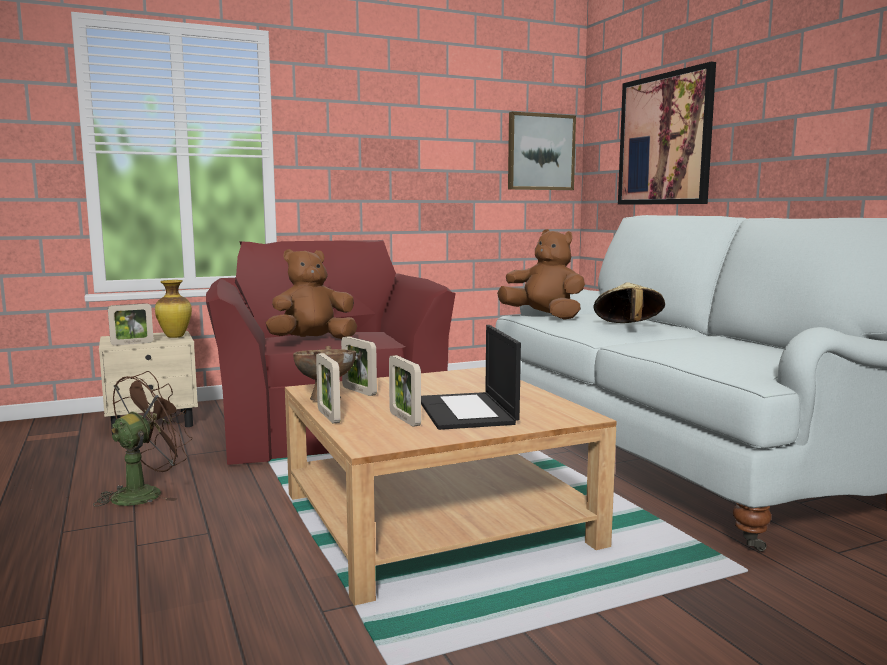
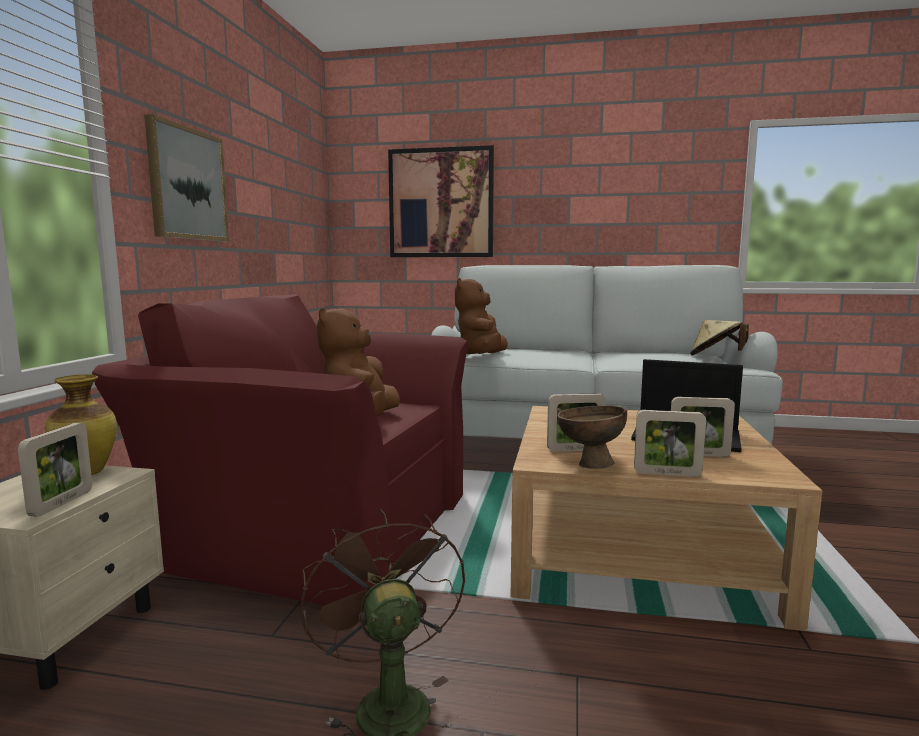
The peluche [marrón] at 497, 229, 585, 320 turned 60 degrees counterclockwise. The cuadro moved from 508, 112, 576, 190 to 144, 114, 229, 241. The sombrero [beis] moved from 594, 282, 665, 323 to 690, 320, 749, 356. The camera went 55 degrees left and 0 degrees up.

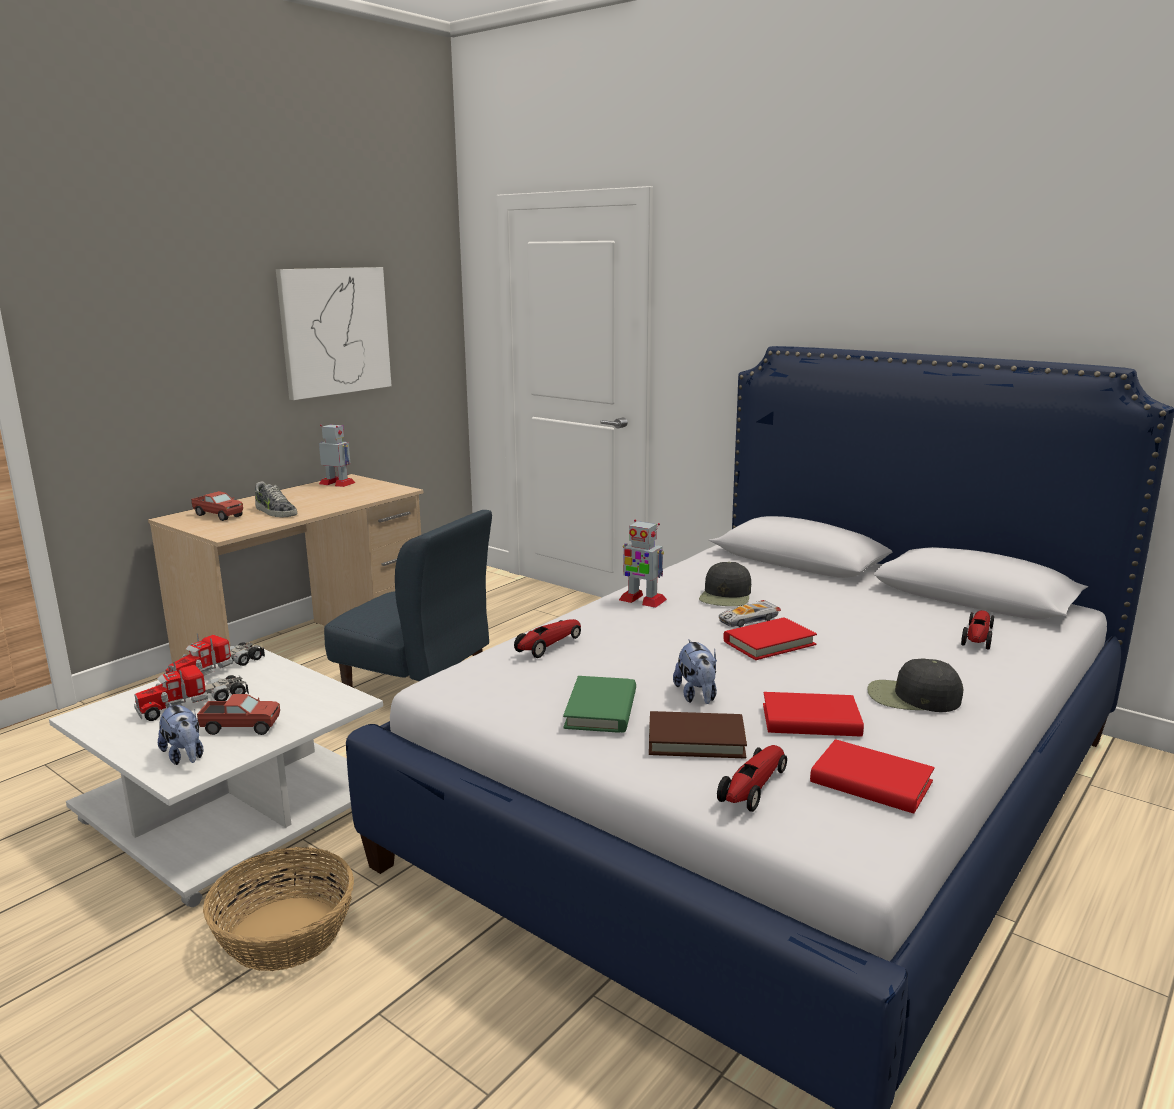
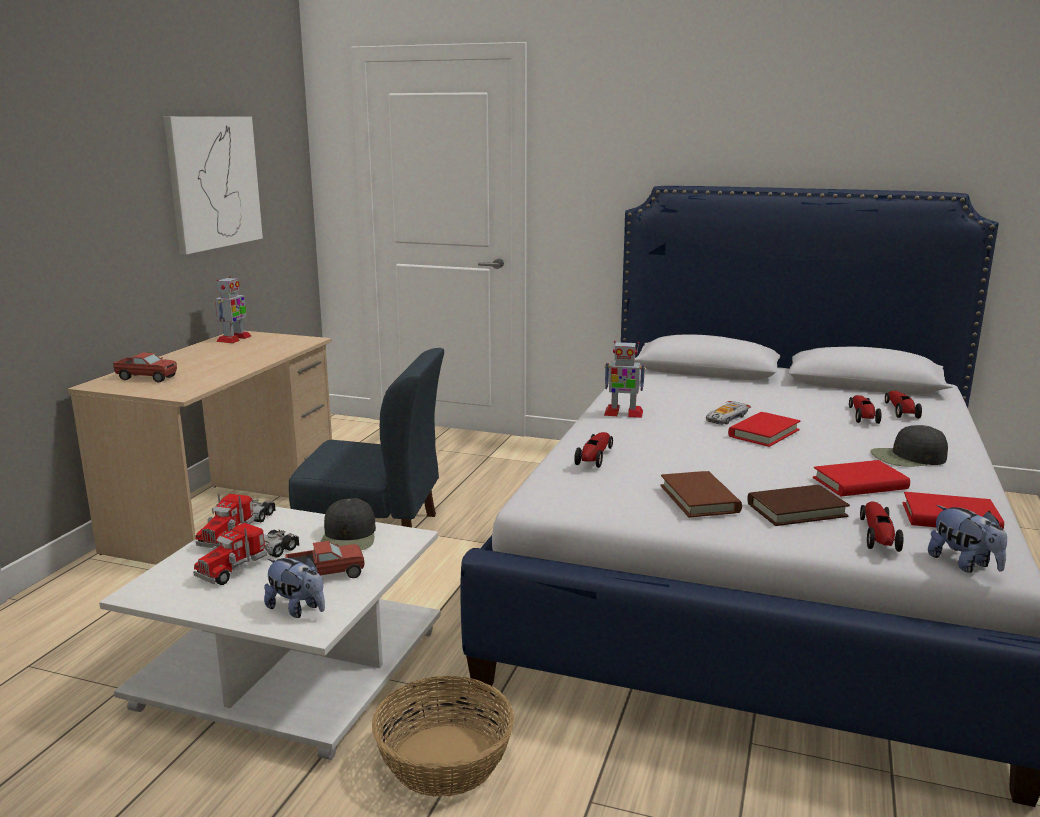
The zapato at 255, 482, 297, 517 disappeared. The robot de juguete at 319, 424, 355, 487 turned 105 degrees clockwise. The libro [verde] at 563, 676, 636, 733 became the libro [marrón] at 660, 471, 742, 517. The peluche moved from 673, 640, 717, 704 to 928, 505, 1007, 573. The gorra [negro] moved from 699, 562, 751, 606 to 320, 498, 376, 550. The coche de juguete at 849, 395, 882, 424 appeared. The camera went 20 degrees left and 0 degrees up.

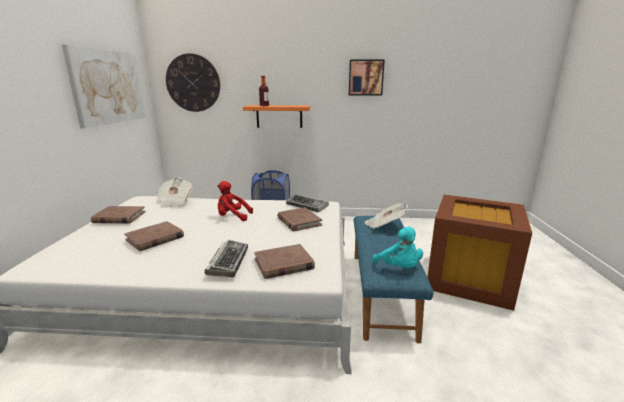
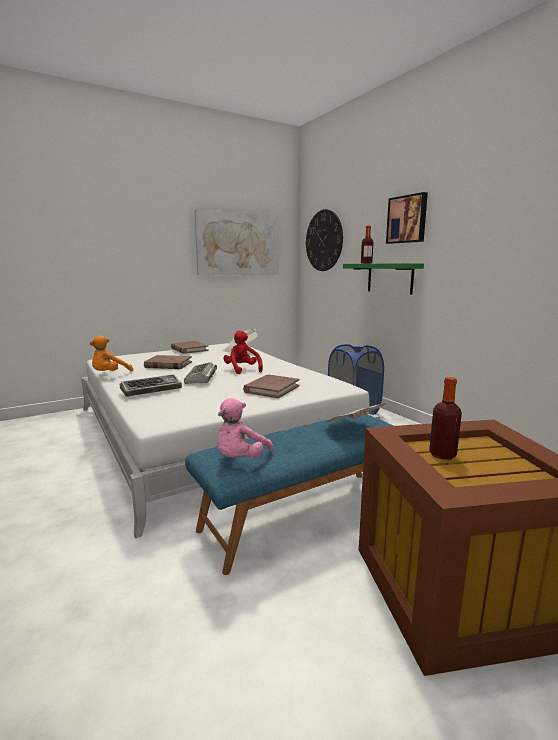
The estante [naranja] at 243, 105, 310, 128 became the estante [verde] at 343, 263, 424, 294. The libro [marrón] at 254, 244, 315, 279 disappeared. The teclado moved from 286, 194, 329, 212 to 184, 362, 217, 384. The cuadro moved from 349, 59, 385, 95 to 386, 192, 428, 244. The peluche [turquesa] at 373, 227, 423, 268 became the peluche [rosa] at 217, 398, 274, 458. The peluche [naranja] at 90, 335, 133, 372 appeared. The botella at 429, 377, 462, 459 appeared. The camera went 55 degrees right and 5 degrees down.

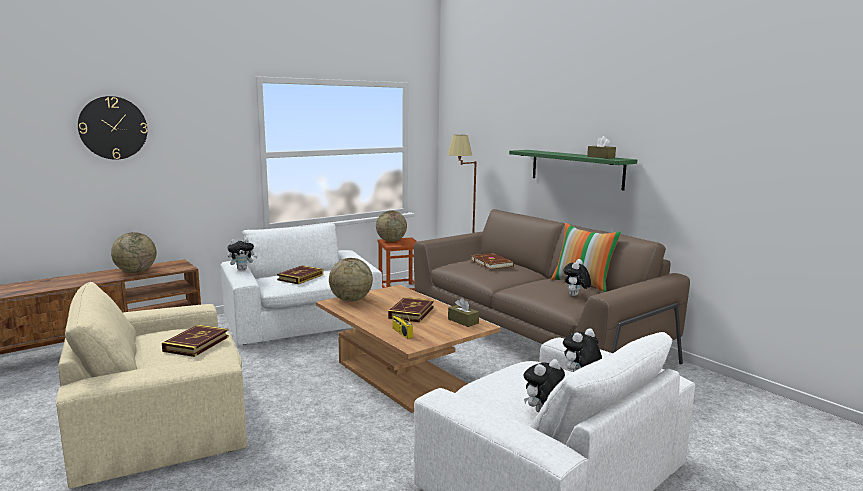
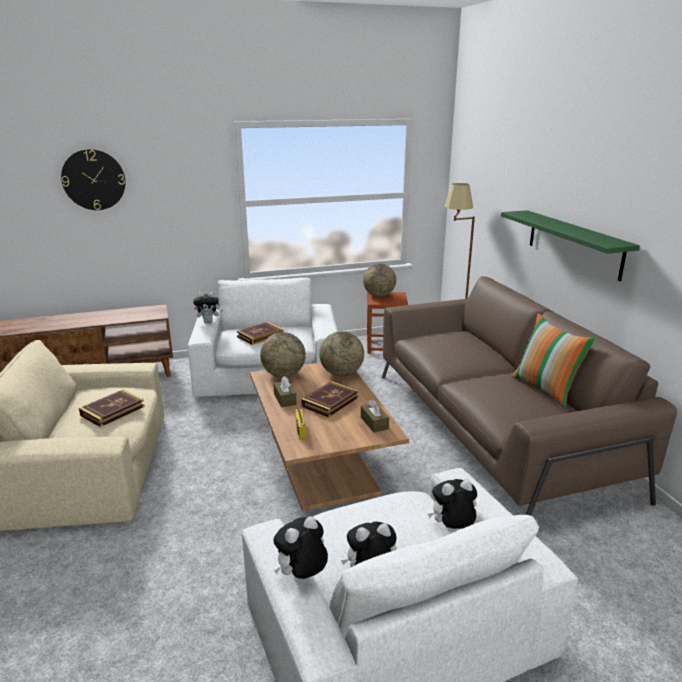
The globo terráqueo moved from 111, 232, 156, 273 to 319, 331, 364, 376. The libro [marrón] at 471, 253, 514, 269 disappeared. The peluche moved from 564, 259, 591, 296 to 273, 516, 328, 579. The caja de pañuelos [marrón] moved from 587, 136, 616, 159 to 273, 376, 296, 407. The camera went 20 degrees right and 10 degrees up.

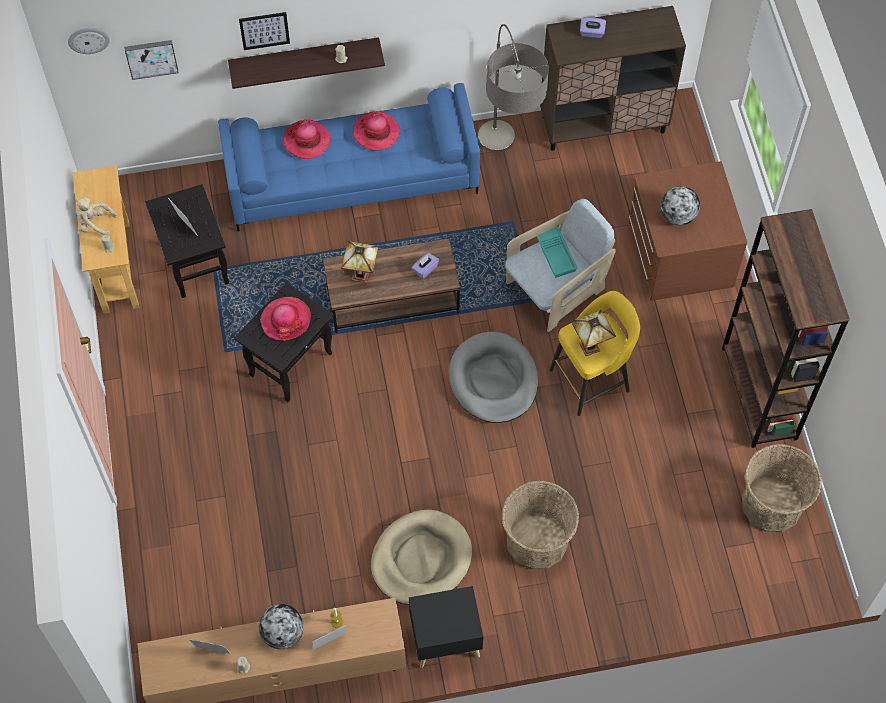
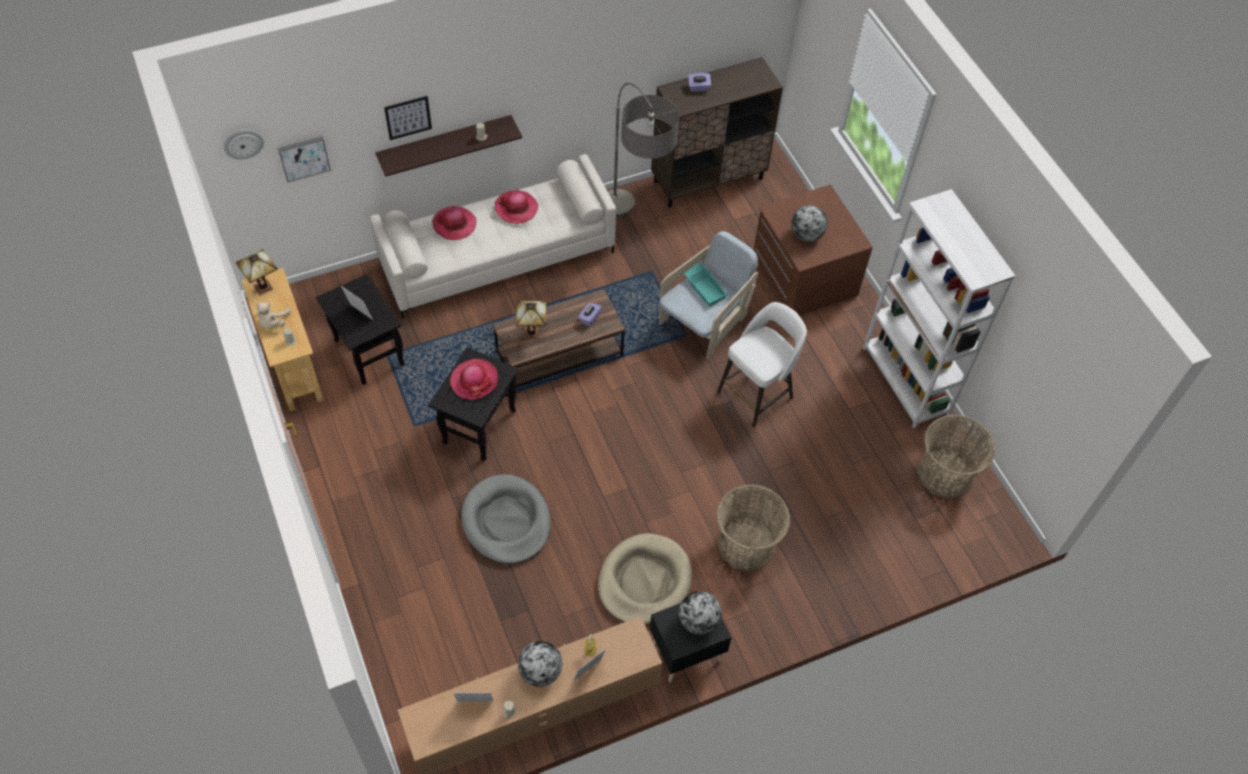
The peluche [beis] at 76, 197, 117, 236 turned 75 degrees counterclockwise. The sofá [azul] at 218, 83, 480, 231 became the sofá [blanco] at 370, 154, 616, 318. The cama para perro [gris] moved from 449, 332, 538, 423 to 461, 474, 551, 564. The taburete [amarillo] at 550, 291, 640, 416 became the taburete [blanco] at 717, 302, 807, 427. The lámpara de mesa moved from 571, 310, 616, 356 to 236, 249, 278, 295. The estantería [marrón] at 722, 209, 850, 448 became the estantería [blanco] at 863, 189, 1015, 428. The globo terráqueo at 679, 591, 722, 635 appeared. The camera went 15 degrees left and 5 degrees down.

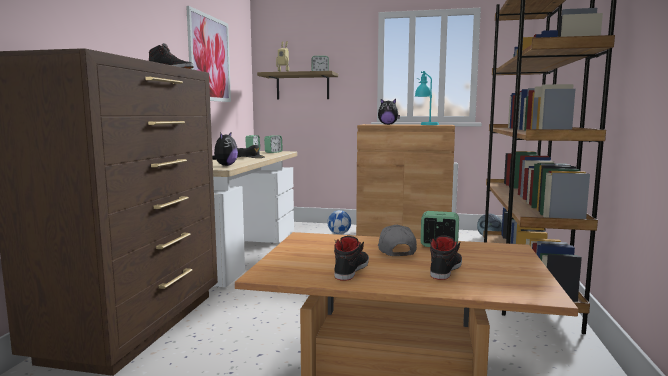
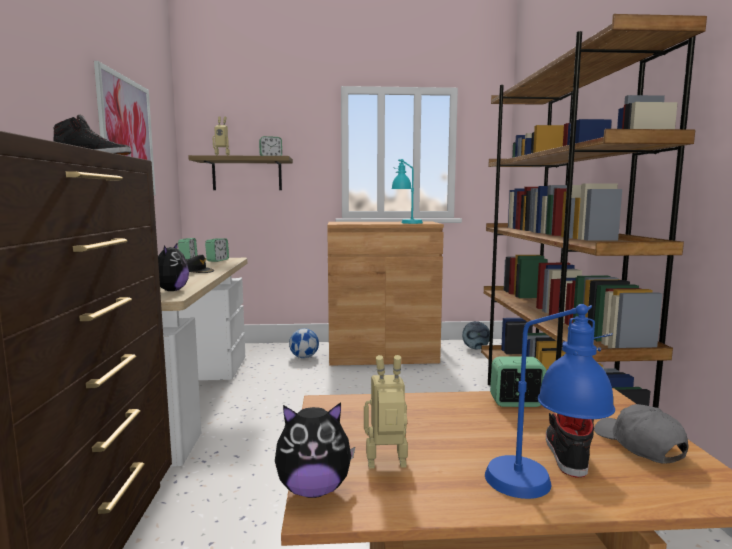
The zapato [negro] at 334, 236, 369, 281 disappeared. The peluche moved from 378, 99, 400, 125 to 275, 403, 355, 498. The gorra [gris] moved from 378, 225, 417, 256 to 594, 404, 689, 464. The robot de juguete at 364, 355, 408, 469 appeared. The lámpara de mesa [azul] at 485, 304, 615, 499 appeared. The camera went 15 degrees left and 0 degrees up.

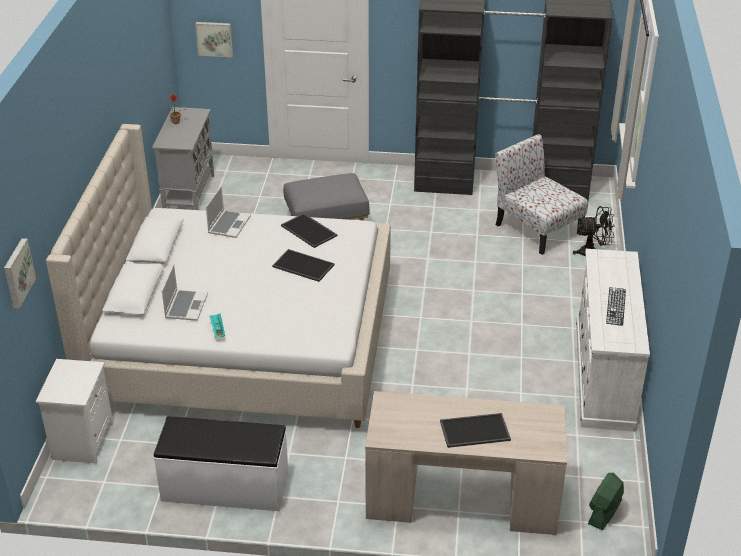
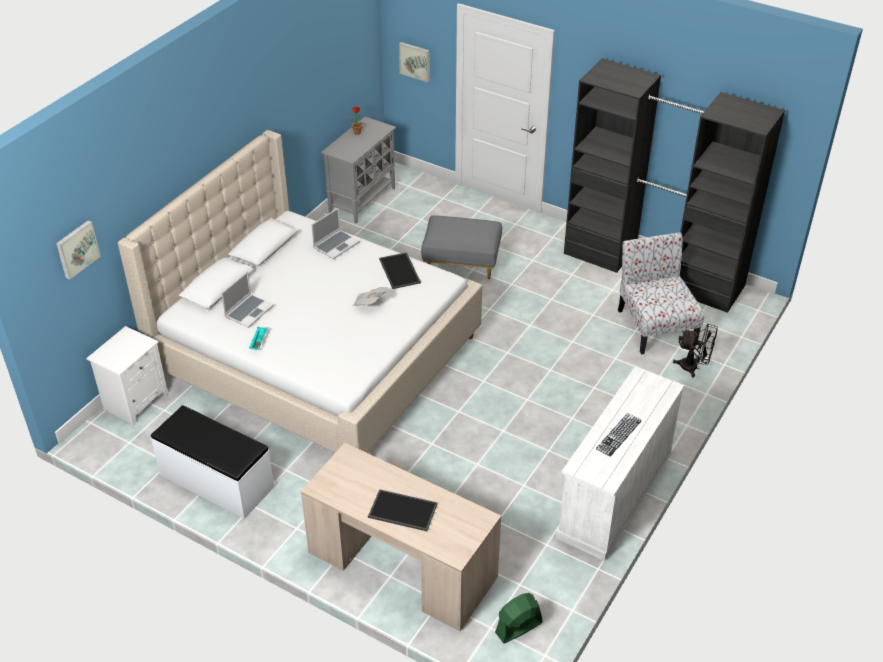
The bandeja at 272, 249, 335, 282 was replaced by the periódico at 353, 287, 387, 306. The camera went 25 degrees right and 5 degrees up.

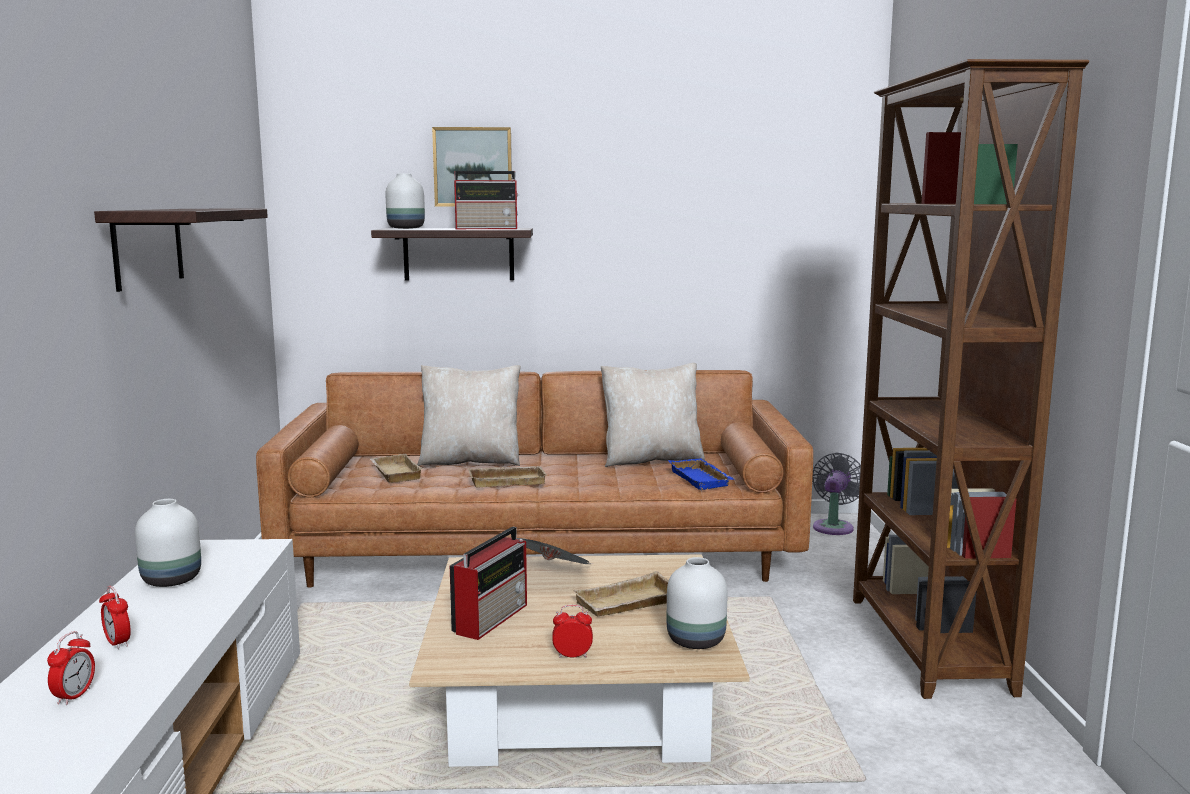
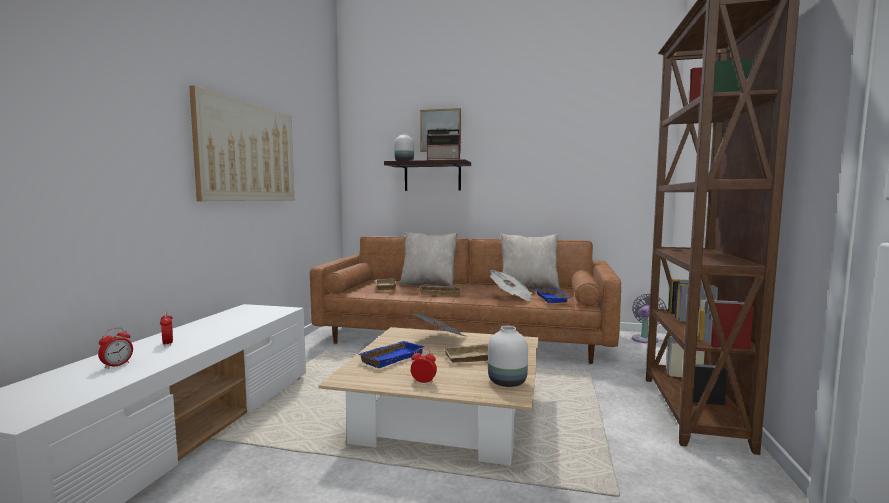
The estante at 94, 209, 268, 292 was replaced by the cuadro at 189, 85, 295, 201. The florero [blanco] at 135, 499, 201, 587 disappeared. The radio at 450, 527, 527, 640 was replaced by the bandeja [azul] at 358, 341, 425, 368. The periódico at 490, 270, 533, 301 appeared. The camera went 15 degrees right and 5 degrees down.

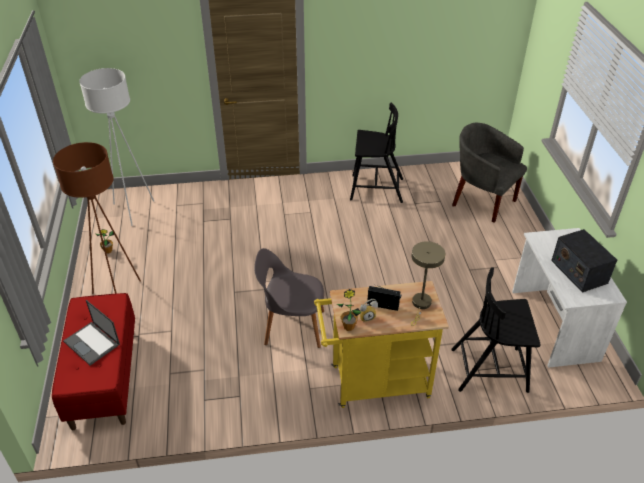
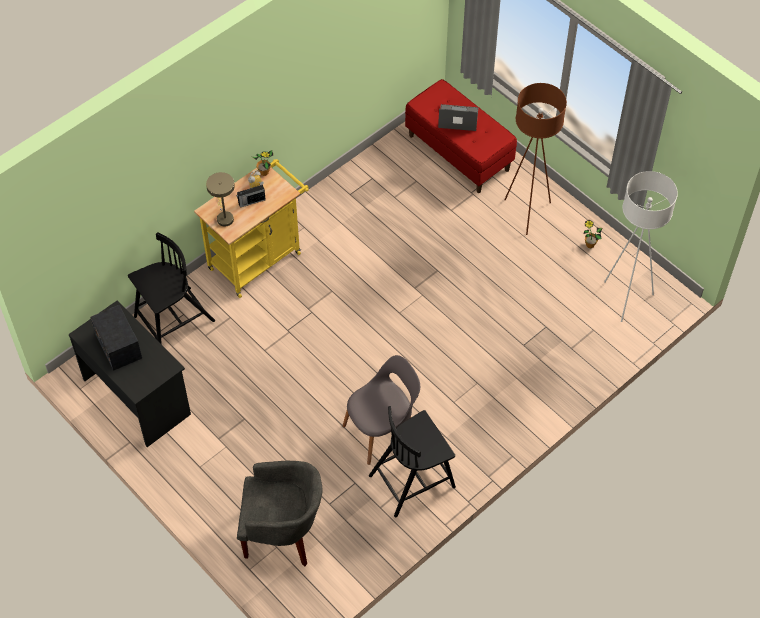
The silla [gris] moved from 254, 248, 324, 348 to 342, 355, 420, 465. The escritorio [blanco] at 512, 228, 627, 368 became the escritorio [negro] at 69, 300, 191, 447. The radio at 551, 229, 617, 293 turned 150 degrees counterclockwise. The camera went 145 degrees right and 15 degrees up.

